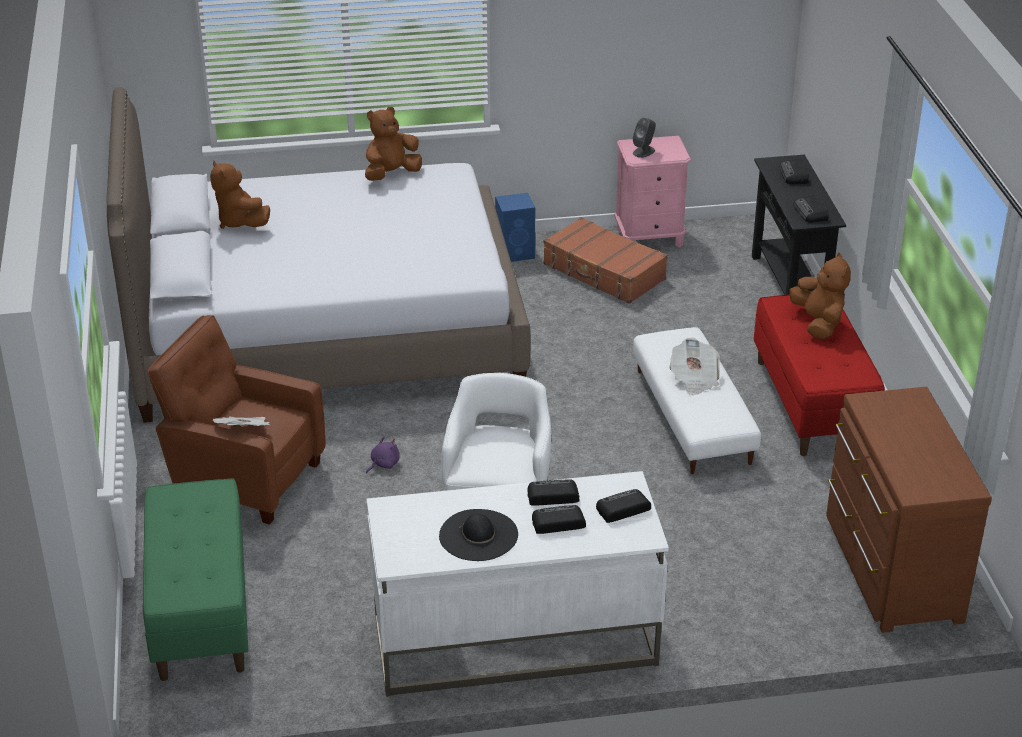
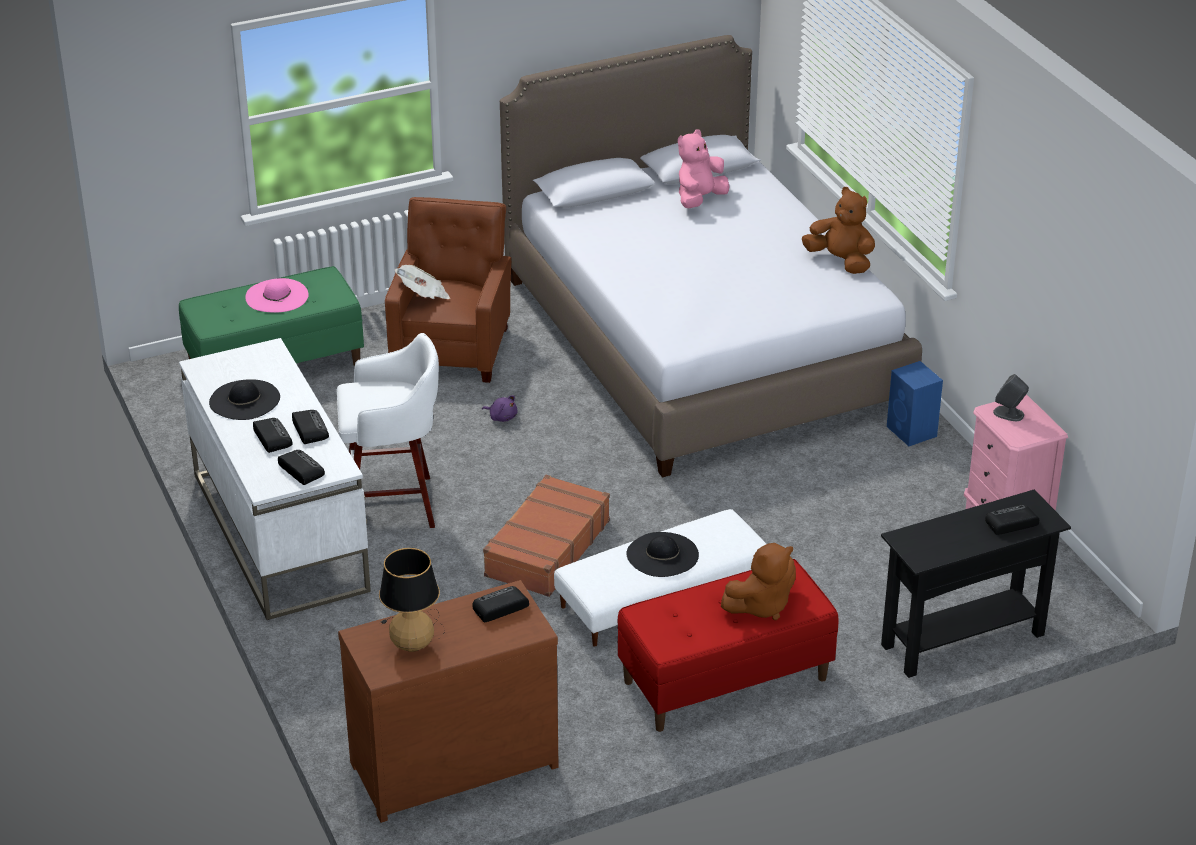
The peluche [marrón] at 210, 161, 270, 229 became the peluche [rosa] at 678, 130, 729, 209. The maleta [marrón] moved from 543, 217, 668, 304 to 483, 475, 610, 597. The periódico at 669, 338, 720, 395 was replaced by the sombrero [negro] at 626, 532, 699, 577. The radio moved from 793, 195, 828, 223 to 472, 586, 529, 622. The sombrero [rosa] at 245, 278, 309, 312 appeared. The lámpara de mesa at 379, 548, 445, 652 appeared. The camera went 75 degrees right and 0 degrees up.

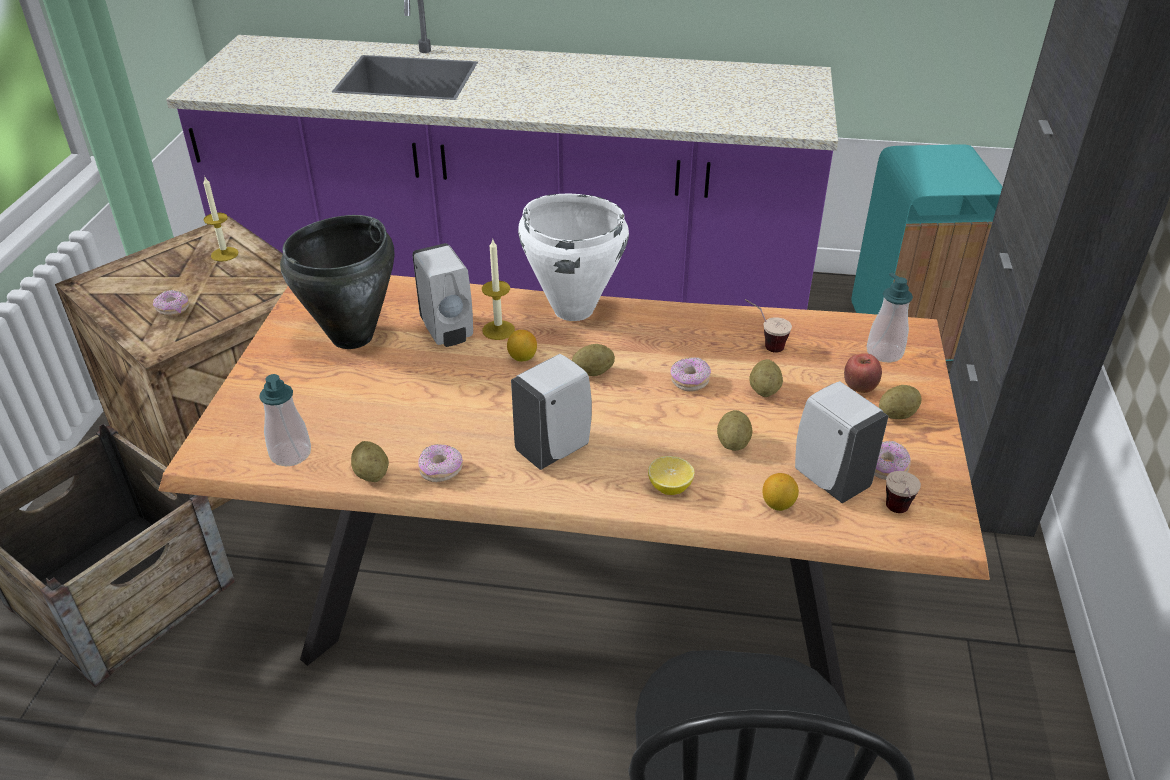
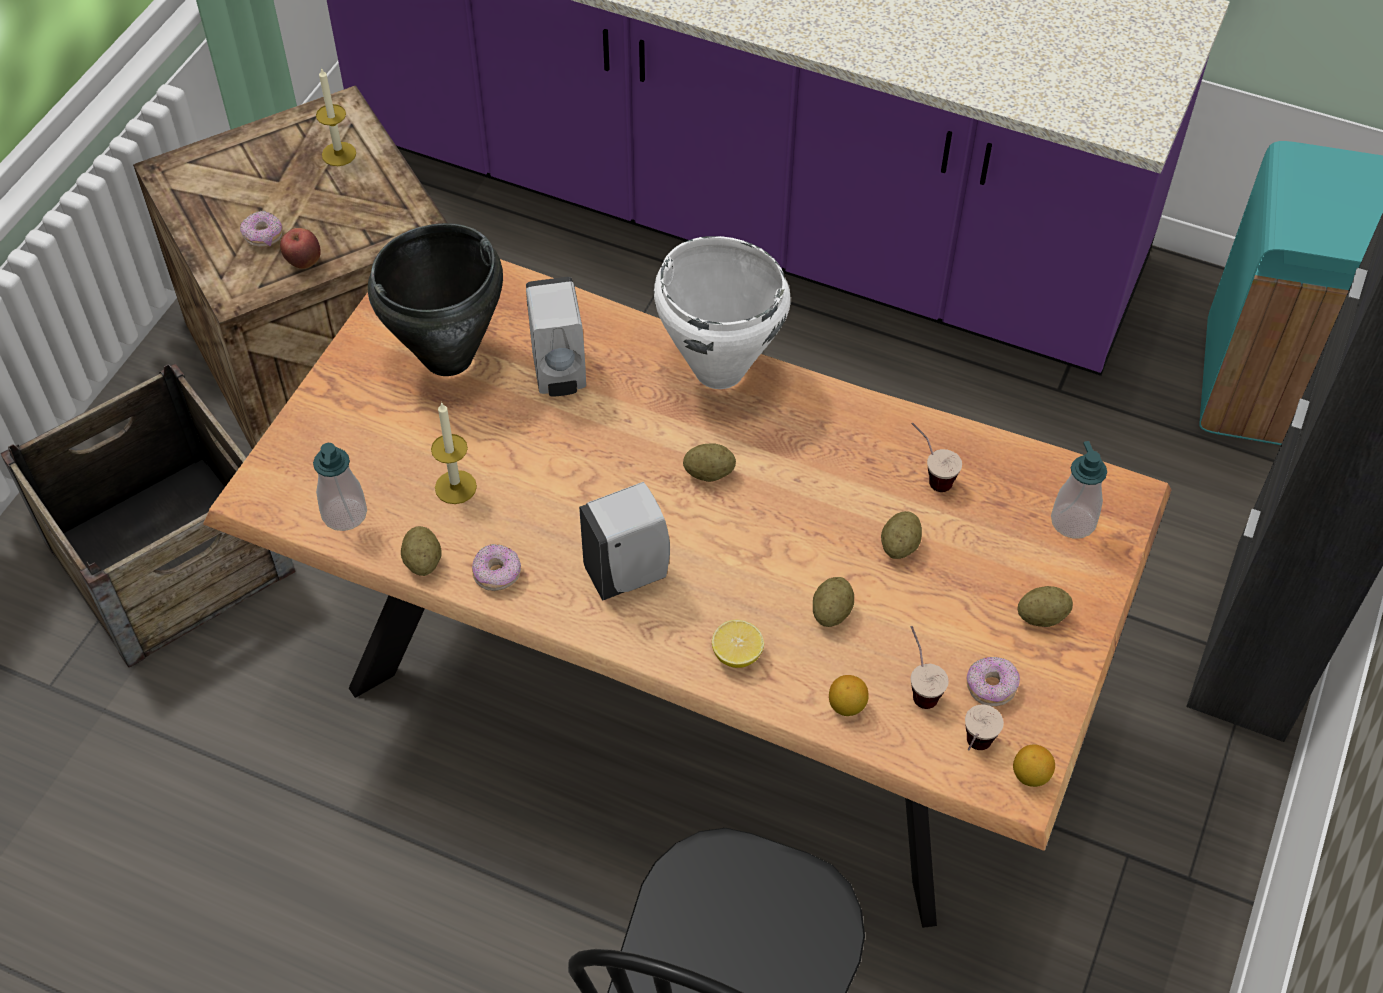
The vela moved from 482, 239, 515, 340 to 431, 402, 477, 504. The limón moved from 507, 330, 537, 362 to 1013, 744, 1055, 787. The rosquilla at 670, 357, 711, 392 disappeared. The dispensador de jabón [blanco] at 795, 381, 888, 503 was replaced by the taza at 911, 626, 949, 709. The manzana moved from 844, 353, 882, 393 to 280, 228, 321, 269. The camera went 15 degrees right and 15 degrees up.

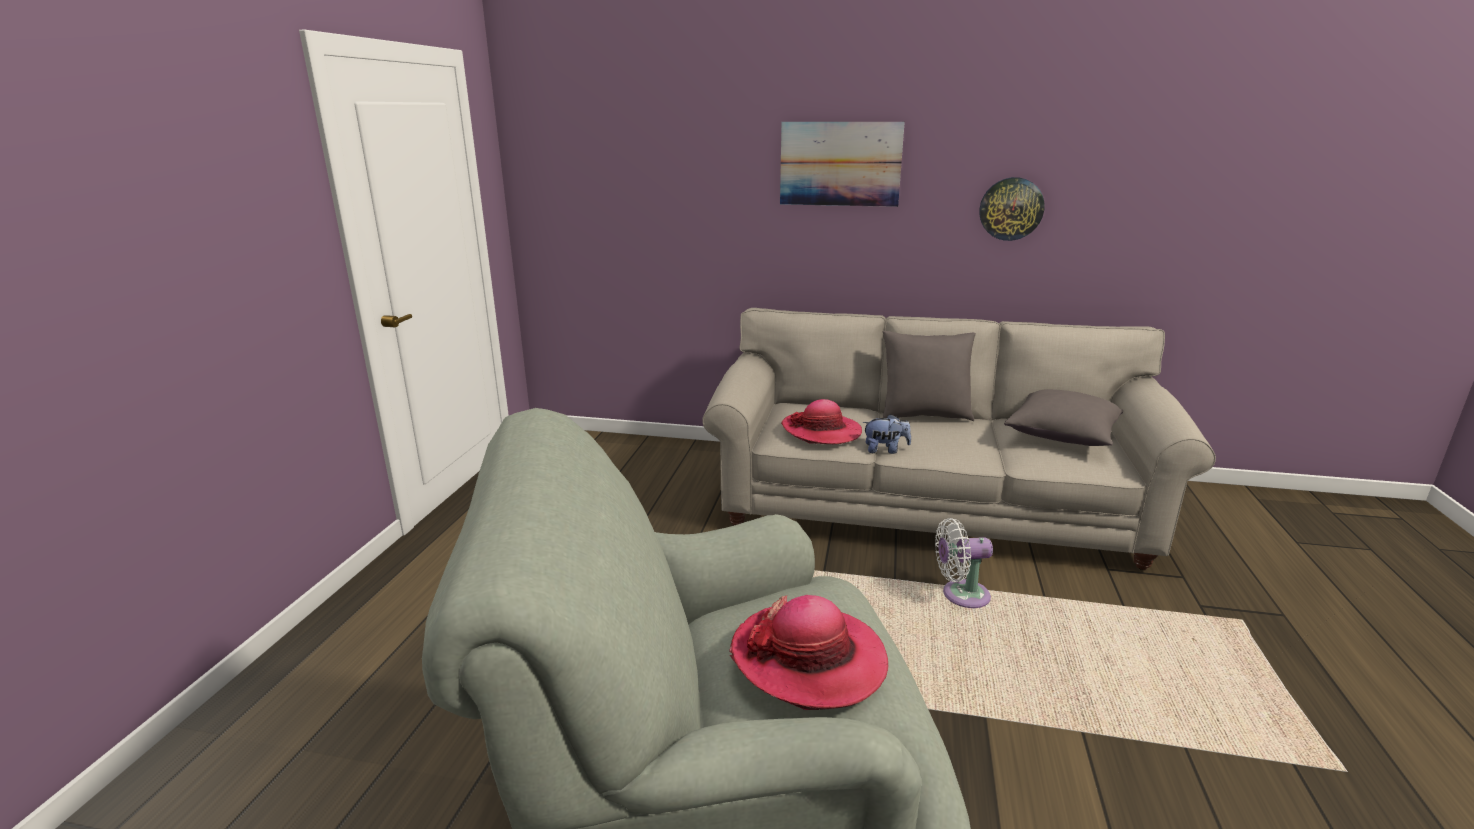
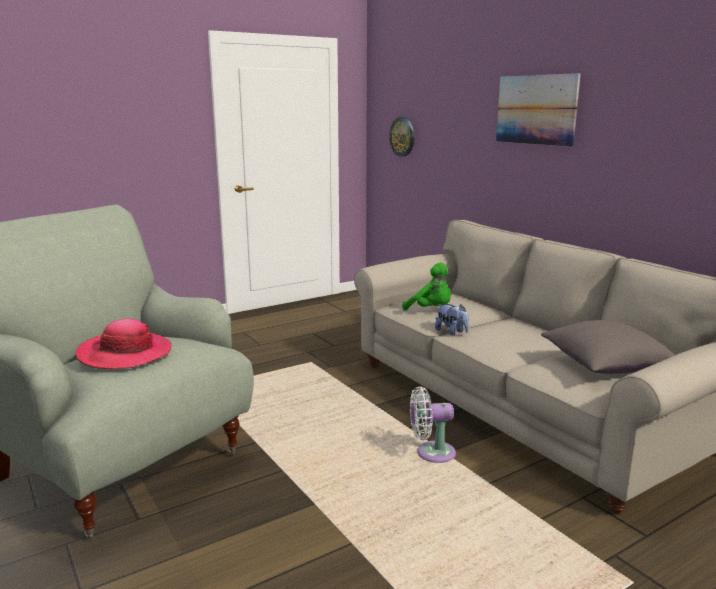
The sombrero at 781, 399, 862, 444 was replaced by the peluche [verde] at 402, 262, 451, 311. The cojín [gris] at 882, 331, 976, 421 disappeared. The ventilador [blanco] at 935, 518, 993, 608 turned 45 degrees counterclockwise. The reloj de pared moved from 979, 177, 1045, 241 to 389, 117, 415, 157. The camera went 45 degrees right and 5 degrees down.

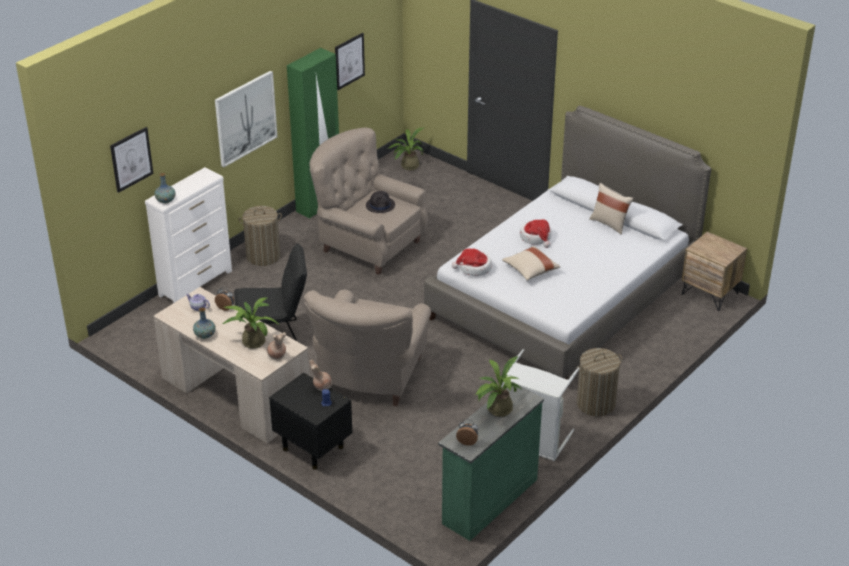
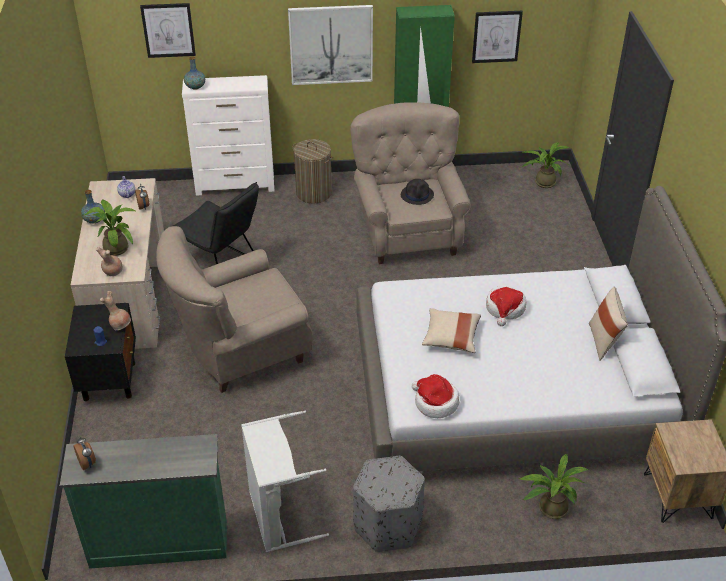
The sombrero moved from 452, 248, 492, 276 to 412, 374, 459, 418. The planta en maceta moved from 475, 356, 521, 417 to 519, 454, 588, 519. The cesto de la ropa at 577, 348, 622, 416 was replaced by the puf [gris] at 353, 456, 425, 552. The camera went 45 degrees right and 5 degrees up.

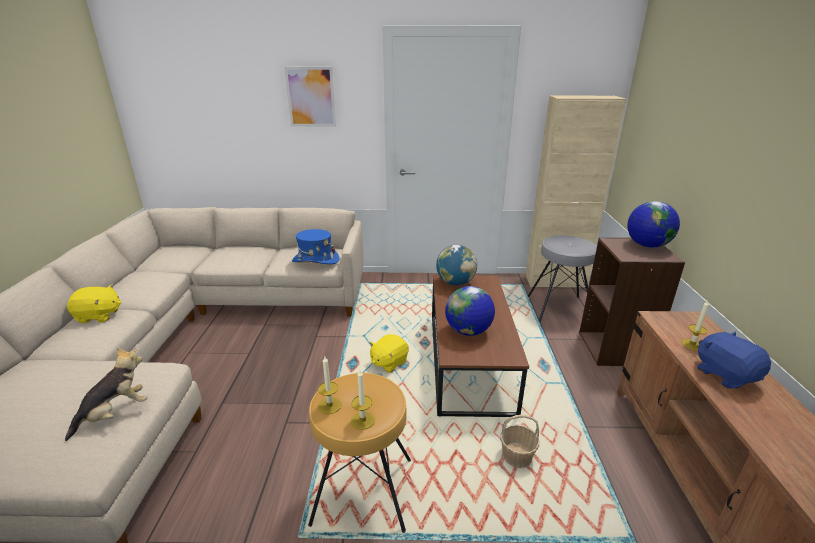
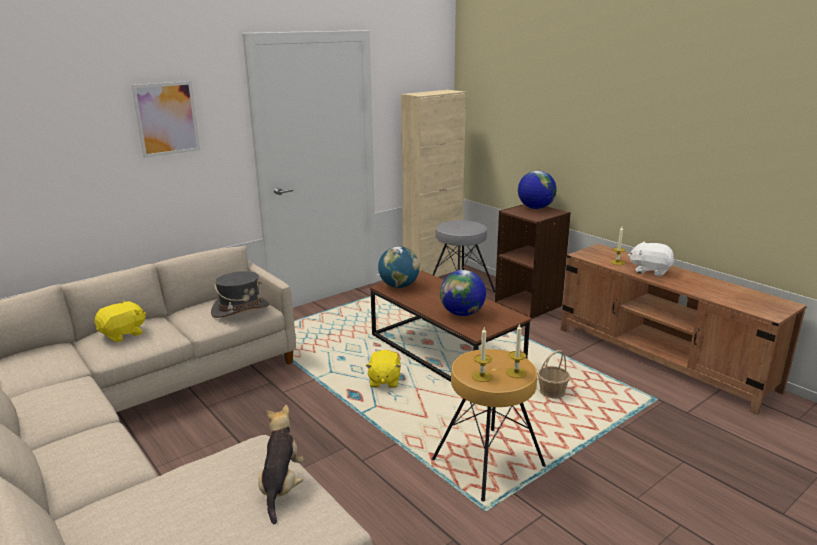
The peluche [amarillo] moved from 67, 284, 121, 323 to 95, 300, 146, 342. The sombrero [azul] at 292, 229, 339, 264 became the sombrero [gris] at 211, 271, 270, 318. The peluche [azul] at 697, 331, 771, 389 became the peluche [blanco] at 628, 241, 674, 277. The camera went 40 degrees left and 5 degrees down.

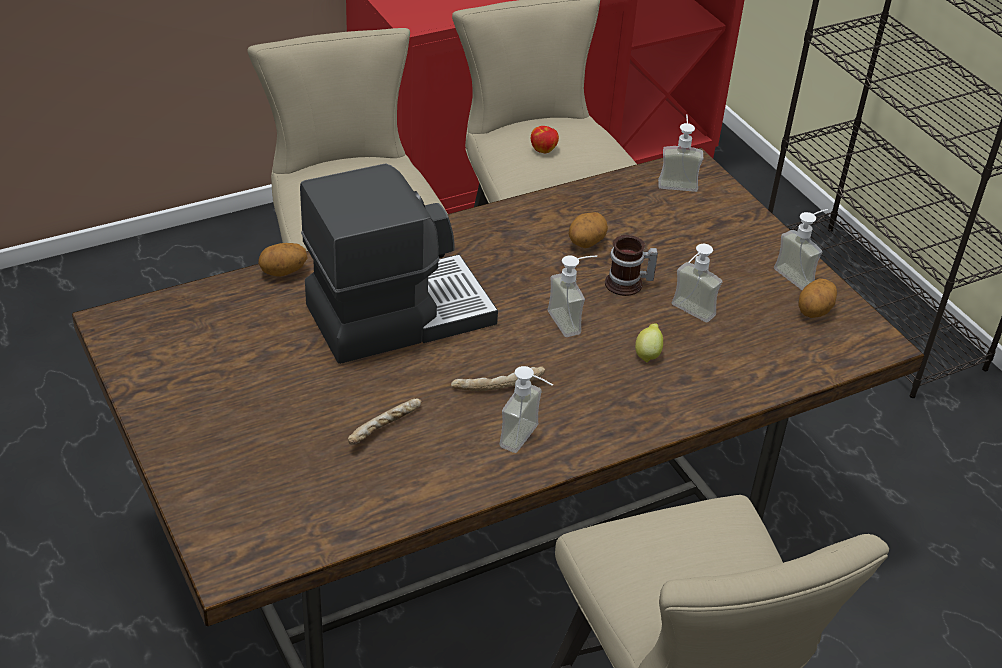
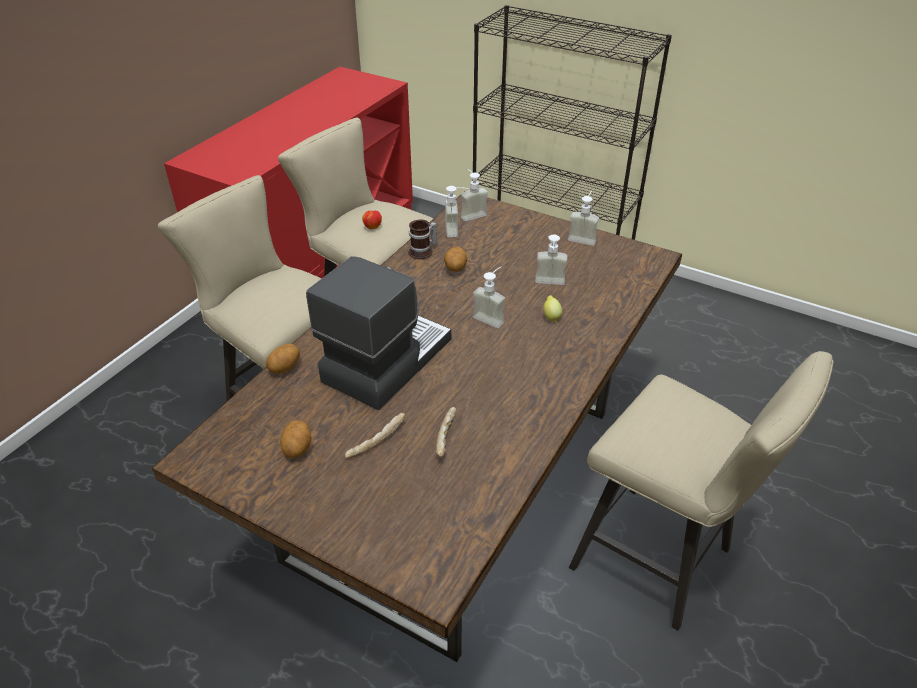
The pan moved from 451, 366, 545, 391 to 345, 413, 405, 458. The dispensador de jabón moved from 500, 366, 553, 453 to 445, 186, 469, 237. The taza grande moved from 605, 235, 658, 296 to 408, 220, 437, 259. The patata moved from 798, 278, 837, 318 to 280, 420, 311, 458. The camera went 30 degrees left and 0 degrees up.

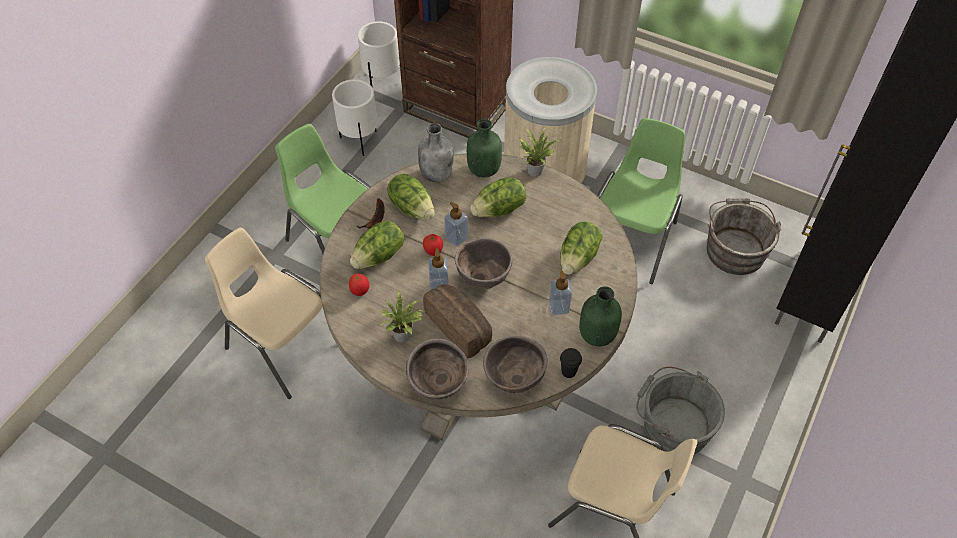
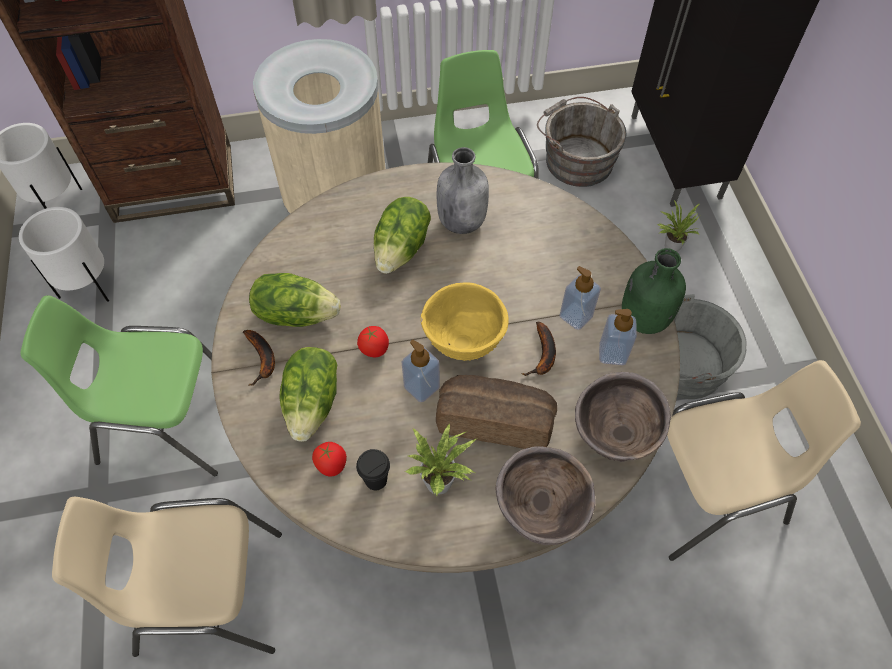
The botella [gris] moved from 418, 123, 454, 182 to 437, 147, 489, 234. The dispensador de jabón moved from 444, 202, 468, 247 to 599, 309, 637, 365. The cuenco [marrón] at 455, 238, 512, 289 became the cuenco [amarillo] at 421, 282, 509, 361. The botella [verde] at 467, 119, 502, 178 disappeared. The planta en maceta moved from 519, 127, 561, 177 to 657, 200, 700, 252. The lechuga at 560, 221, 602, 275 disappeared. The taza [negro] moved from 560, 348, 582, 378 to 356, 449, 390, 490. The plátano at 521, 322, 556, 376 appeared. The camera went 40 degrees left and 5 degrees up.

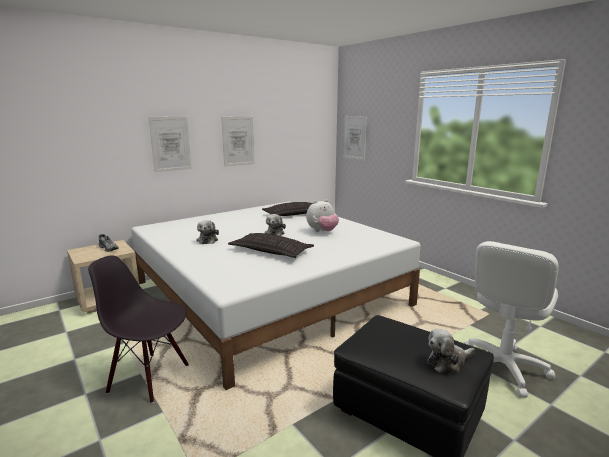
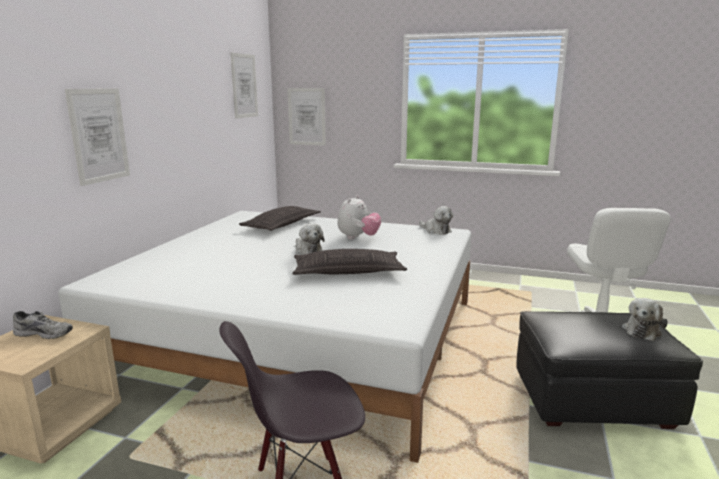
The peluche moved from 197, 220, 219, 244 to 419, 206, 453, 235. The cuadro moved from 221, 117, 255, 167 to 231, 53, 258, 119. The camera went 35 degrees left and 0 degrees up.

